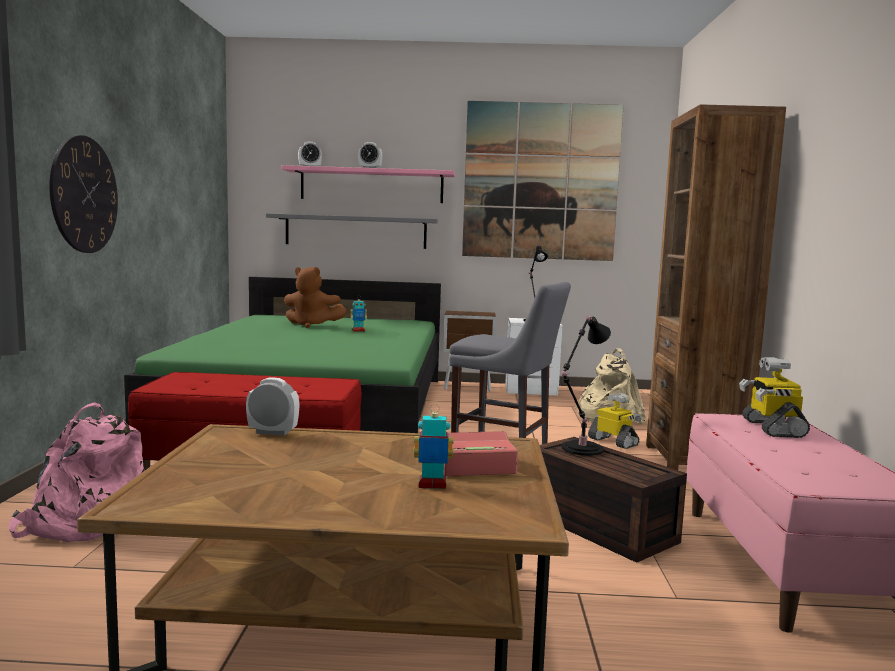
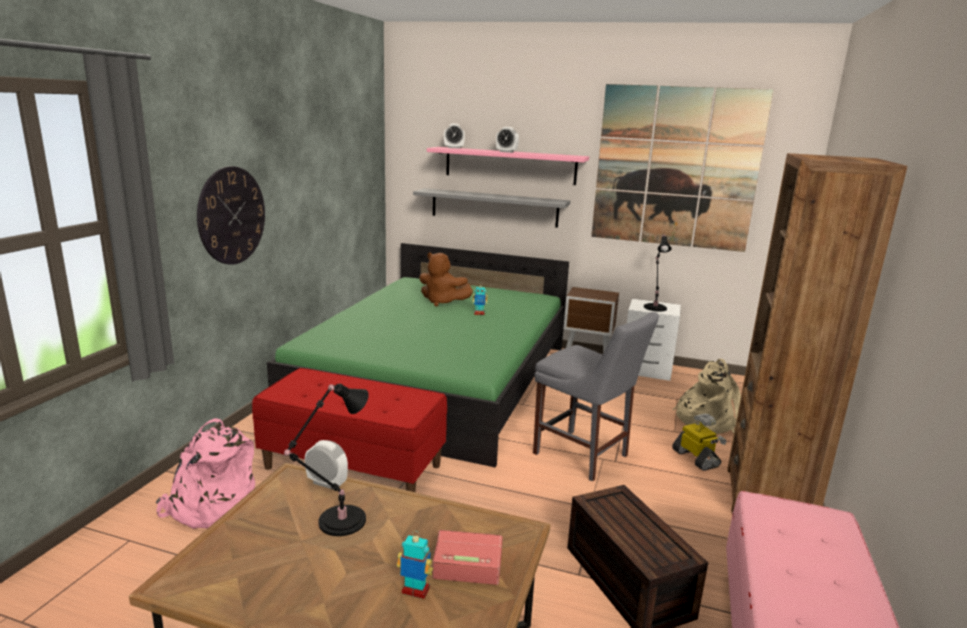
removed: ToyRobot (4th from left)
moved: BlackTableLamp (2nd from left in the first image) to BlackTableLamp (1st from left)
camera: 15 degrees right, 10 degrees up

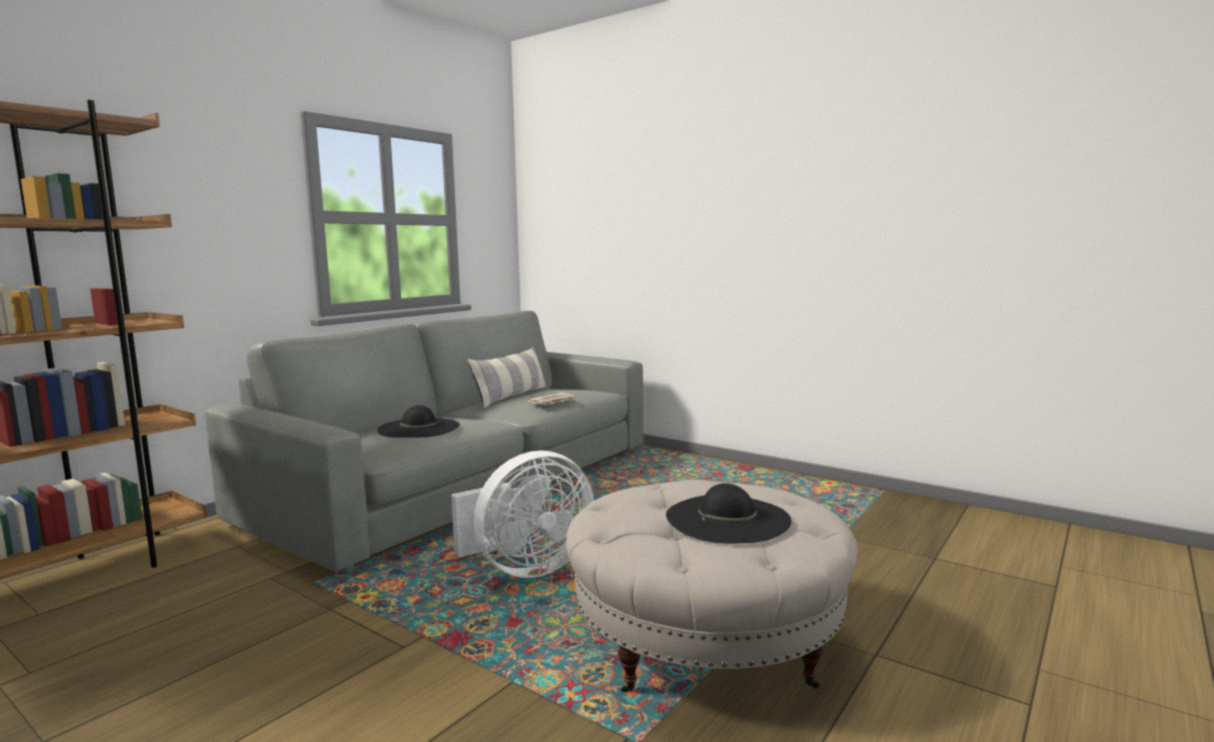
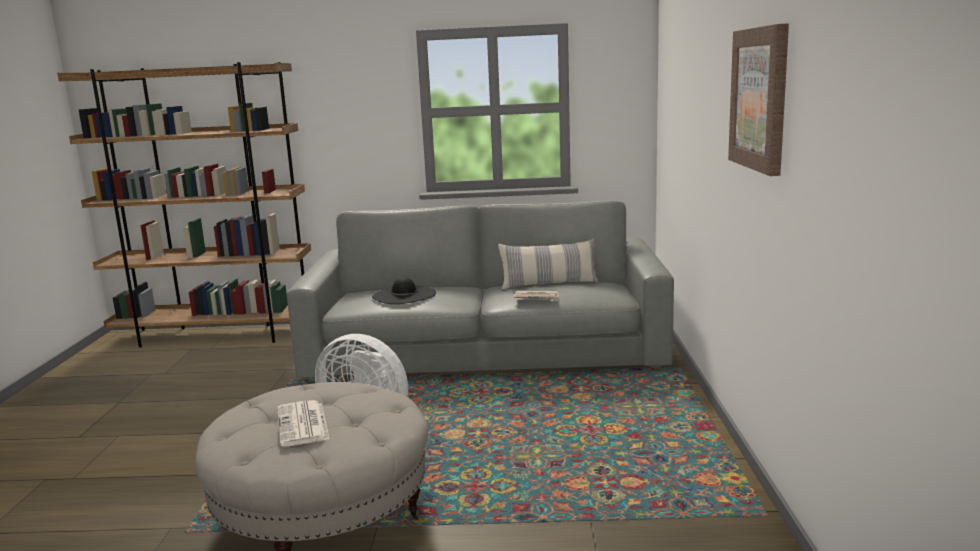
added: Picture
replaced: BlackHat (2nd from left) to Newspaper (1st from left)
camera: 55 degrees right, 5 degrees up

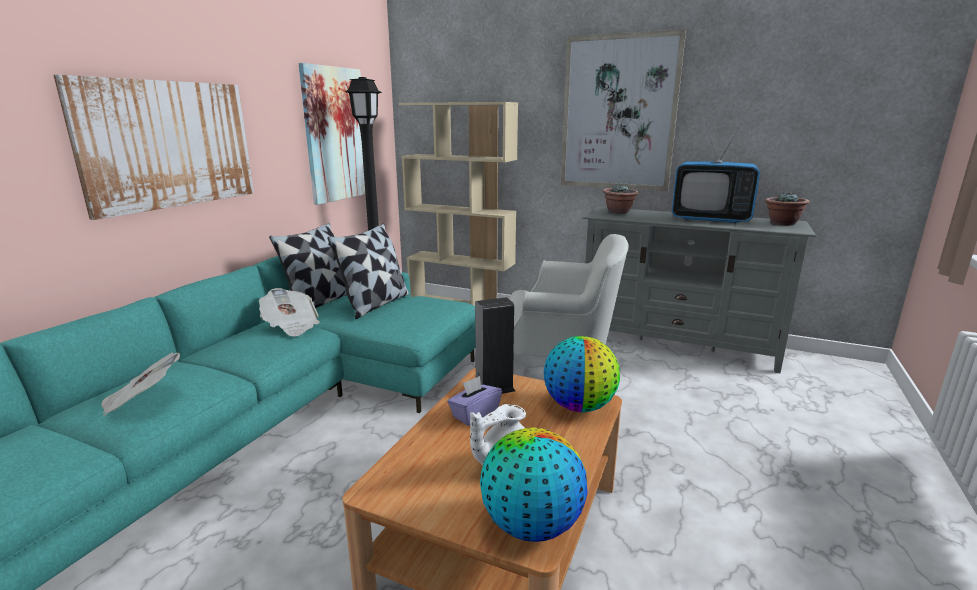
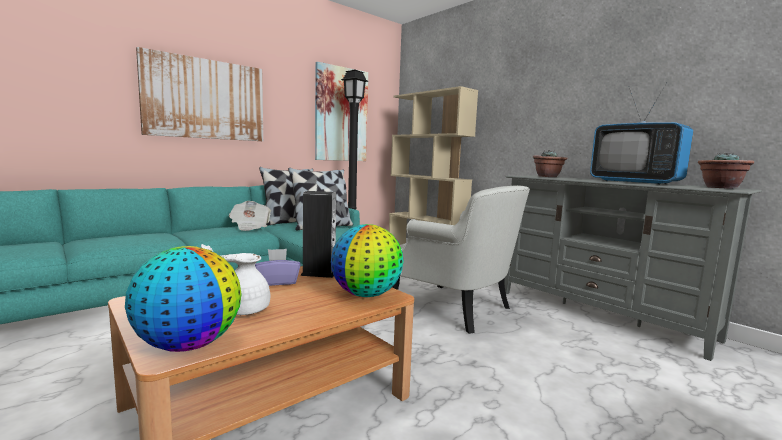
removed: Picture (3rd from left); Newspaper (1st from left)
camera: 25 degrees right, 10 degrees down

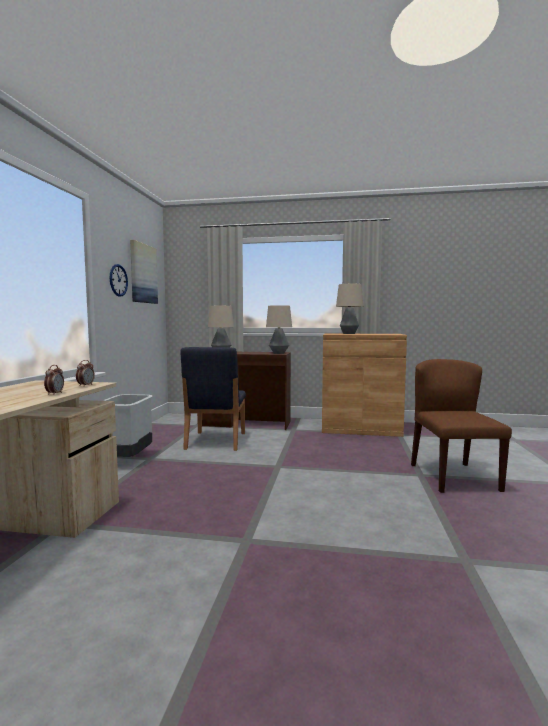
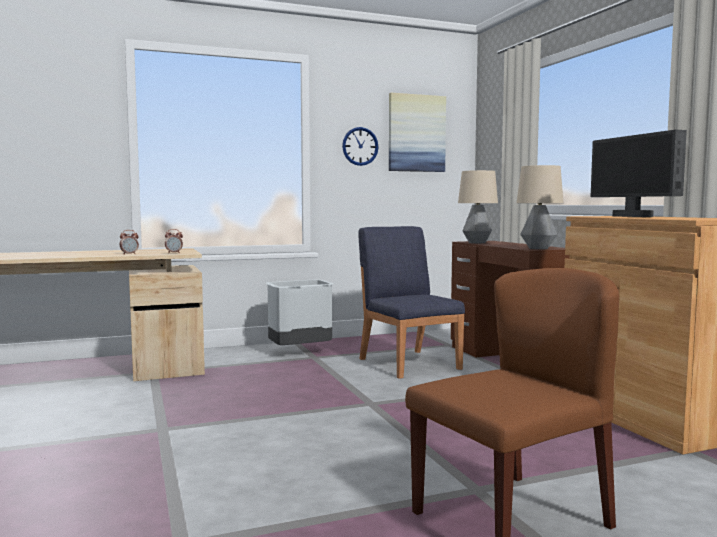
replaced: TableLamp (3rd from left) to Monitor
turned: BlueChair 90 degrees clockwise
camera: 60 degrees right, 0 degrees up

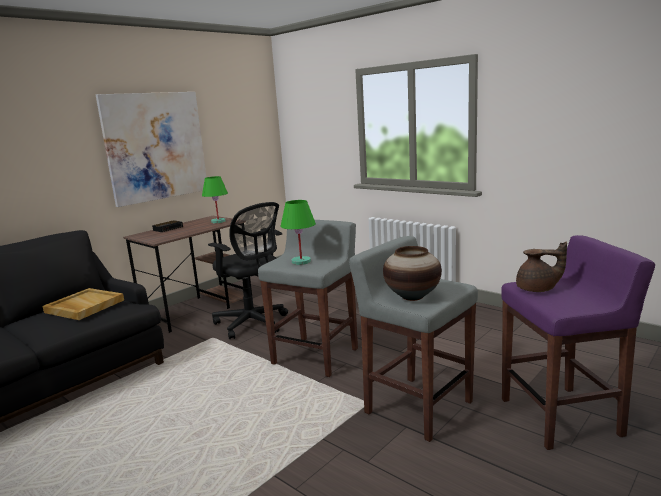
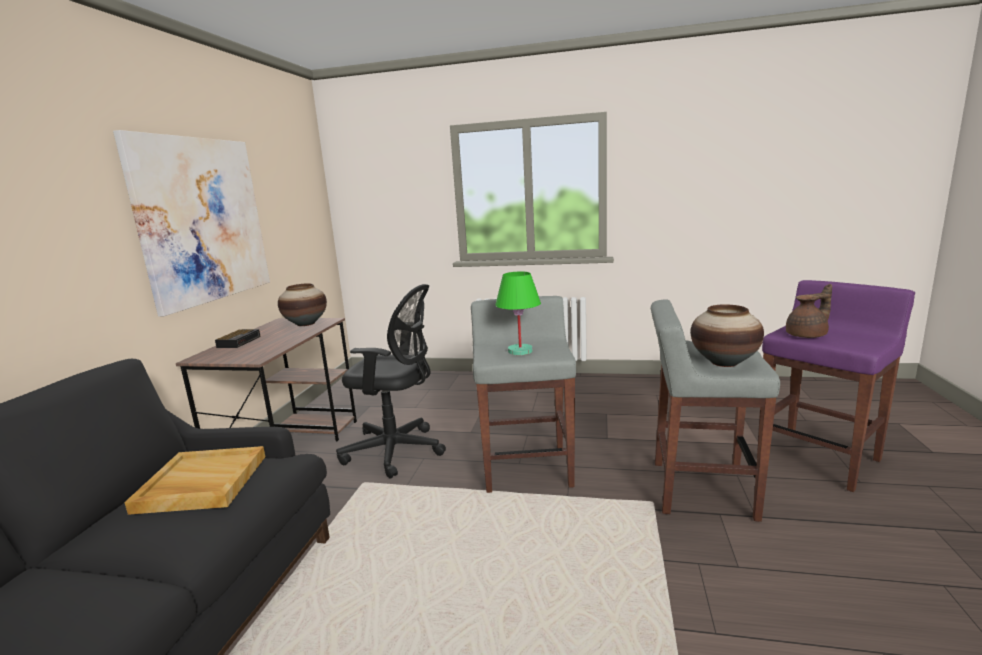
replaced: GreenTableLamp (1st from left) to Vase (1st from left)
camera: 30 degrees left, 0 degrees up

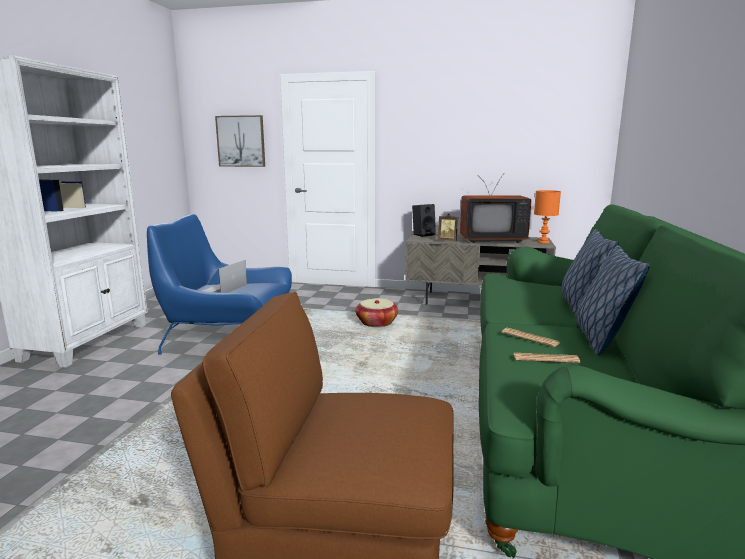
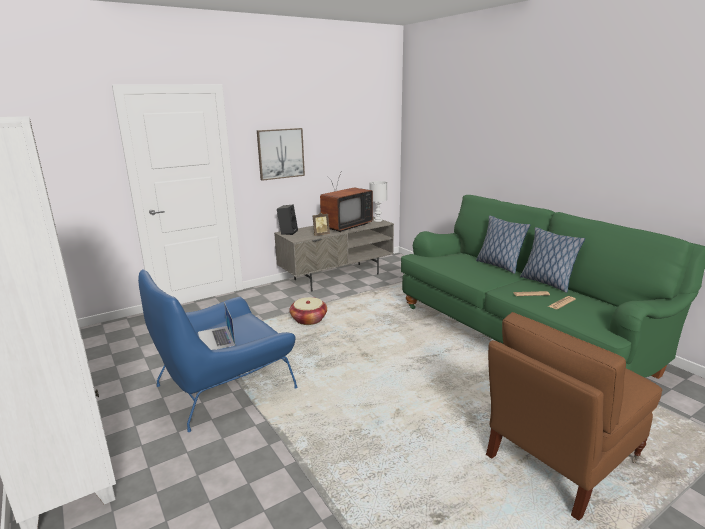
moved: Picture
recoloured: OrangeTableLamp to WhiteTableLamp
camera: 45 degrees left, 5 degrees up

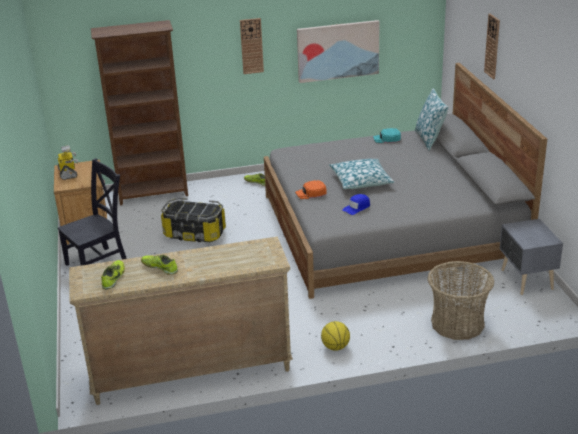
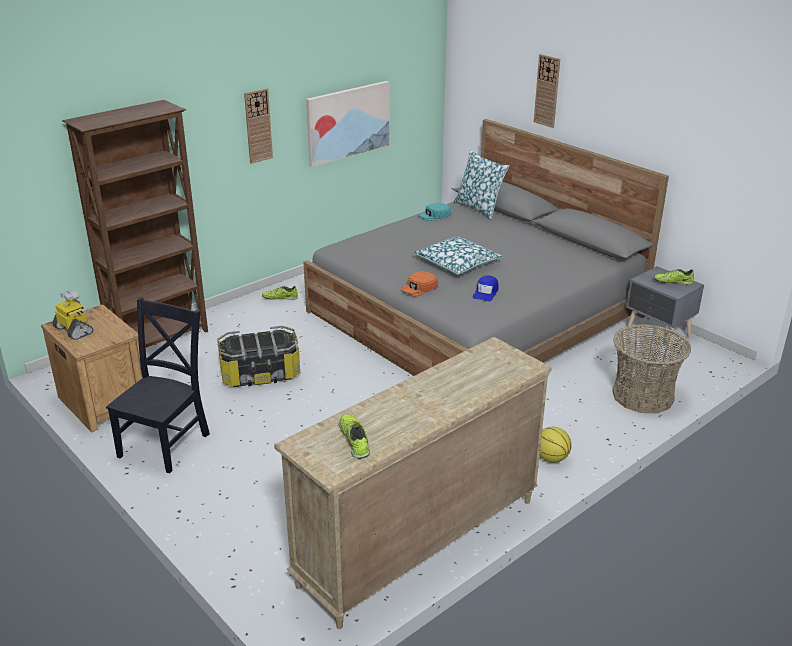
moved: Shoe (2nd from left in the first image) to Shoe (3rd from left)
camera: 30 degrees left, 0 degrees up

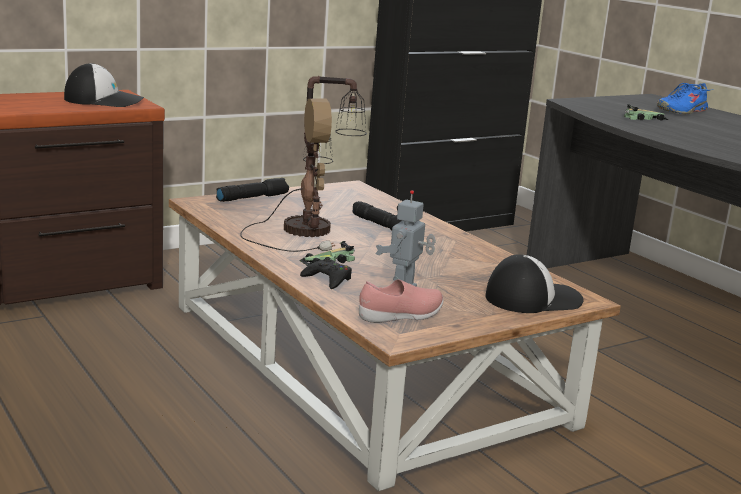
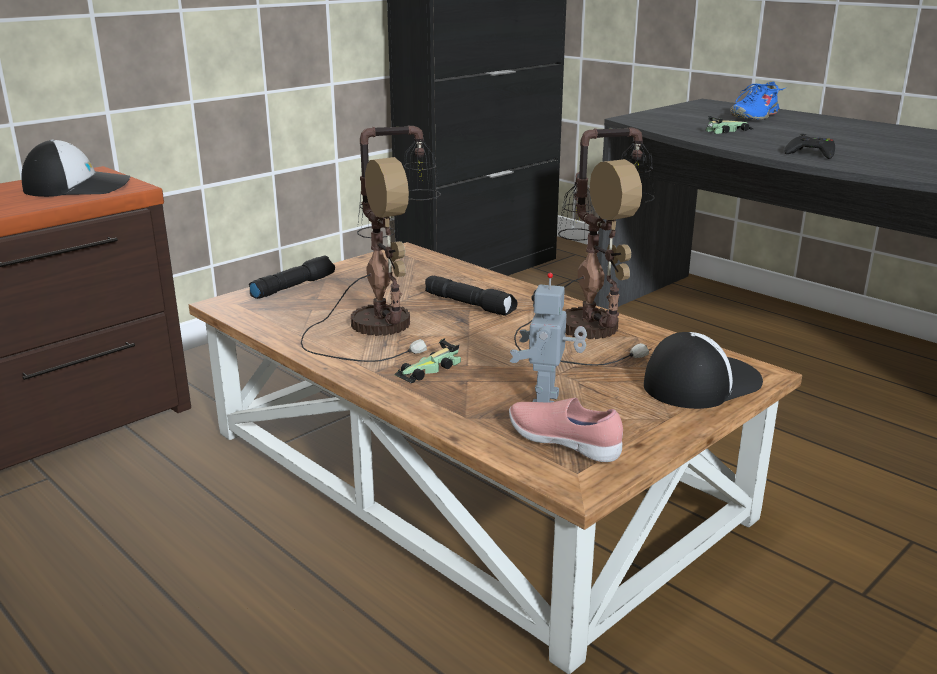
added: TableLamp (2nd from left)
moved: BlackGameController
turned: PinkShoe 105 degrees counterclockwise
camera: 10 degrees left, 5 degrees up

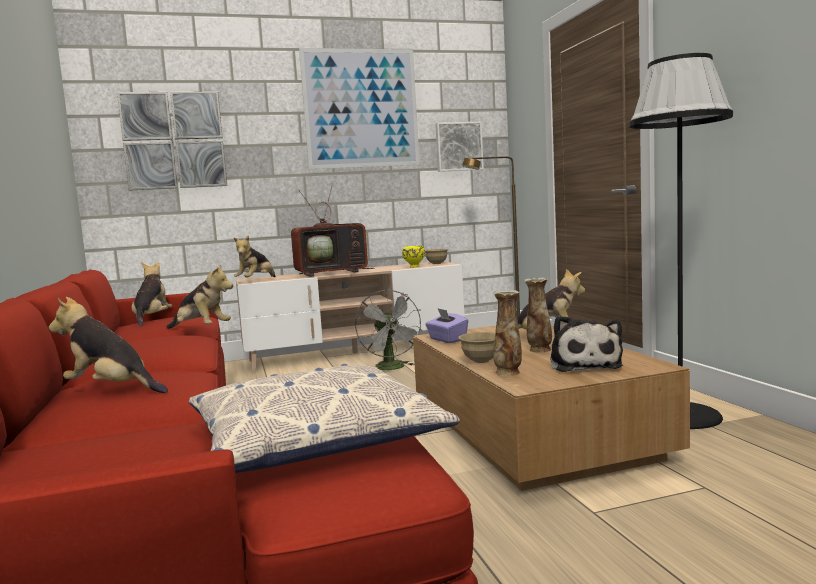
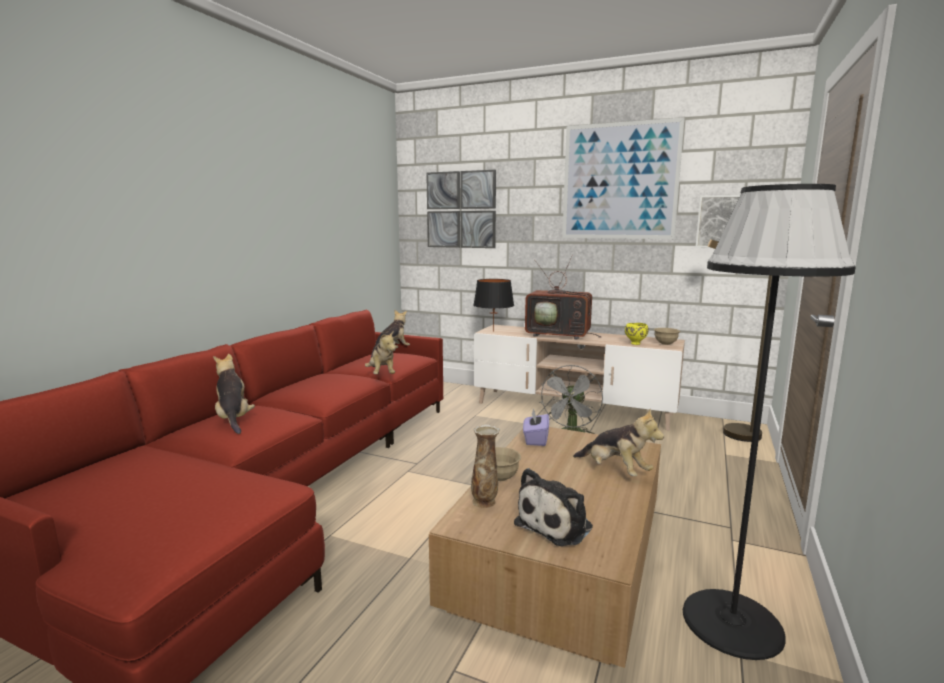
removed: Vase (2nd from left); Pillow
replaced: PlushToy (4th from left) to BlackTableLamp
camera: 40 degrees right, 5 degrees up

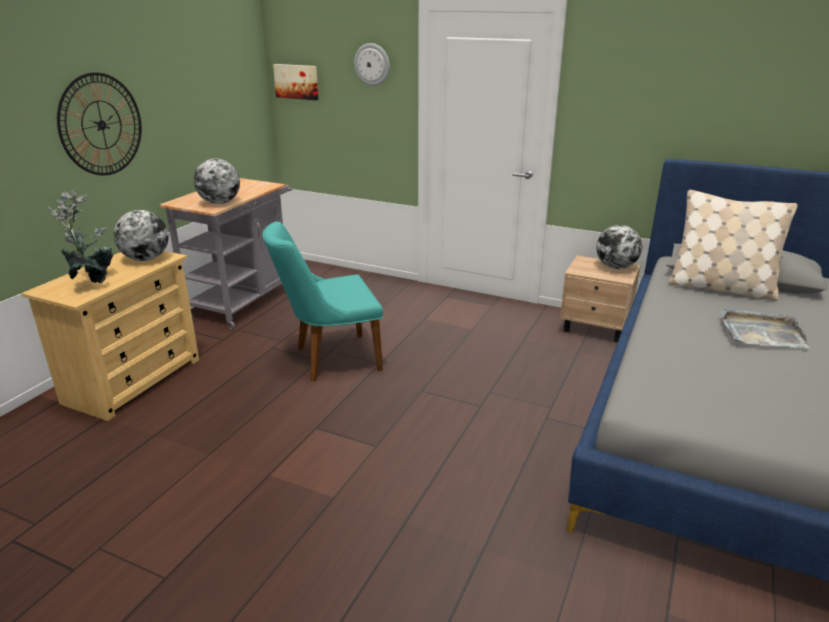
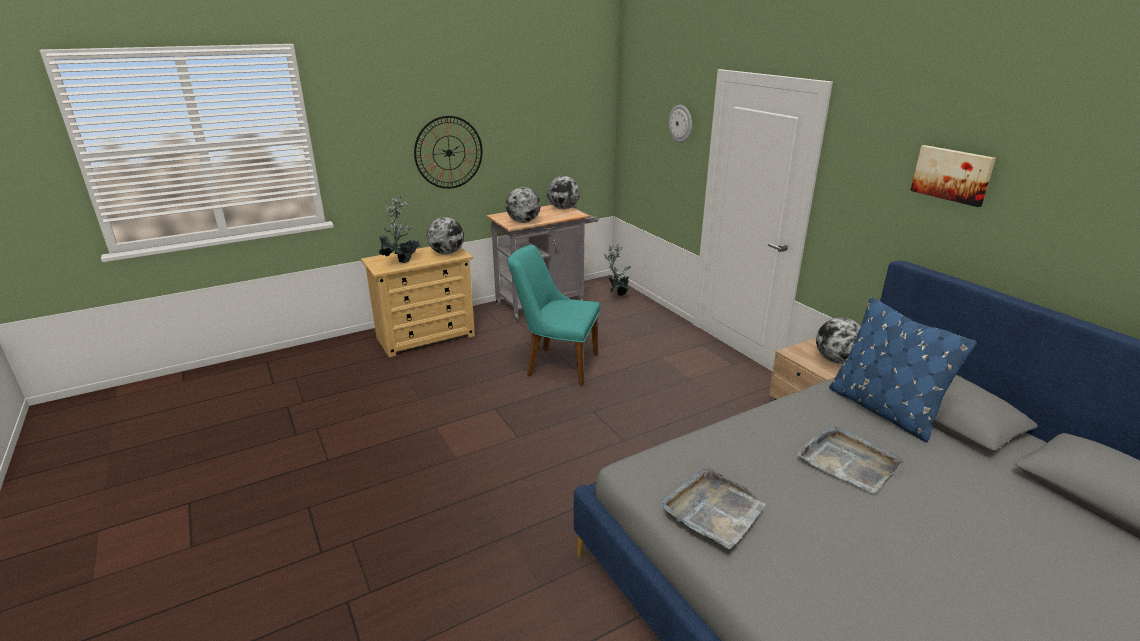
added: Globe (3rd from left); PottedPlant (2nd from left); GreyTray (1st from left)
moved: Picture
recoloured: BeigePillow to BluePillow
camera: 35 degrees right, 0 degrees up

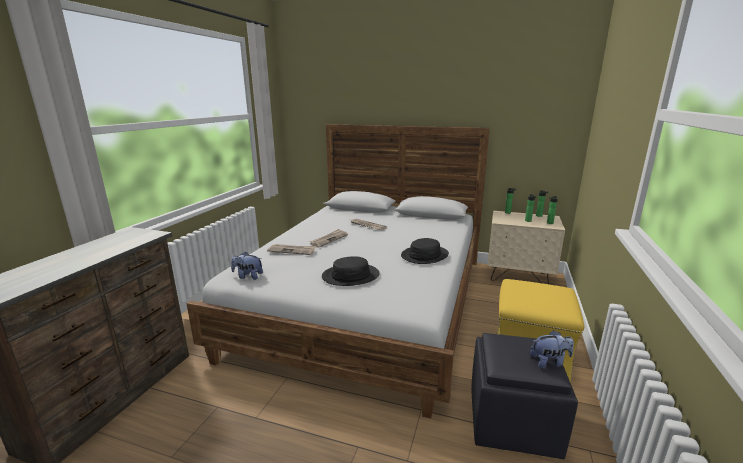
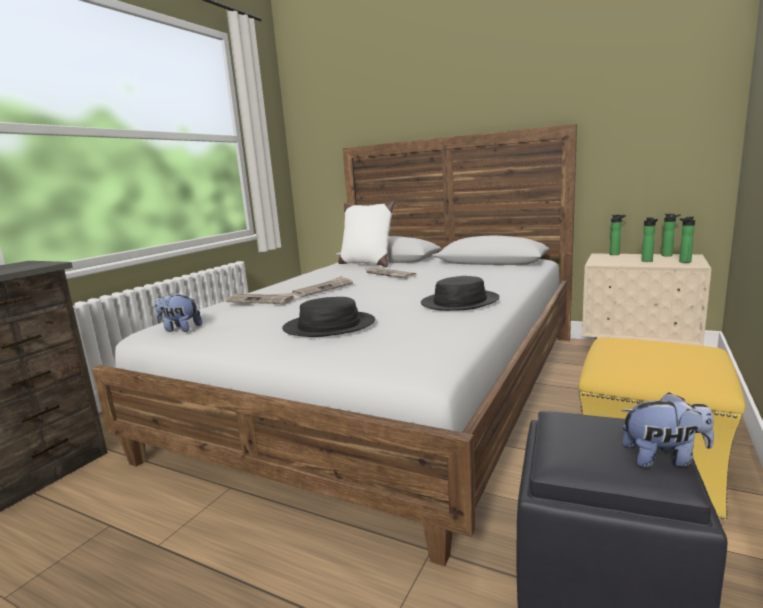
added: WhitePillow
camera: 10 degrees right, 5 degrees down

